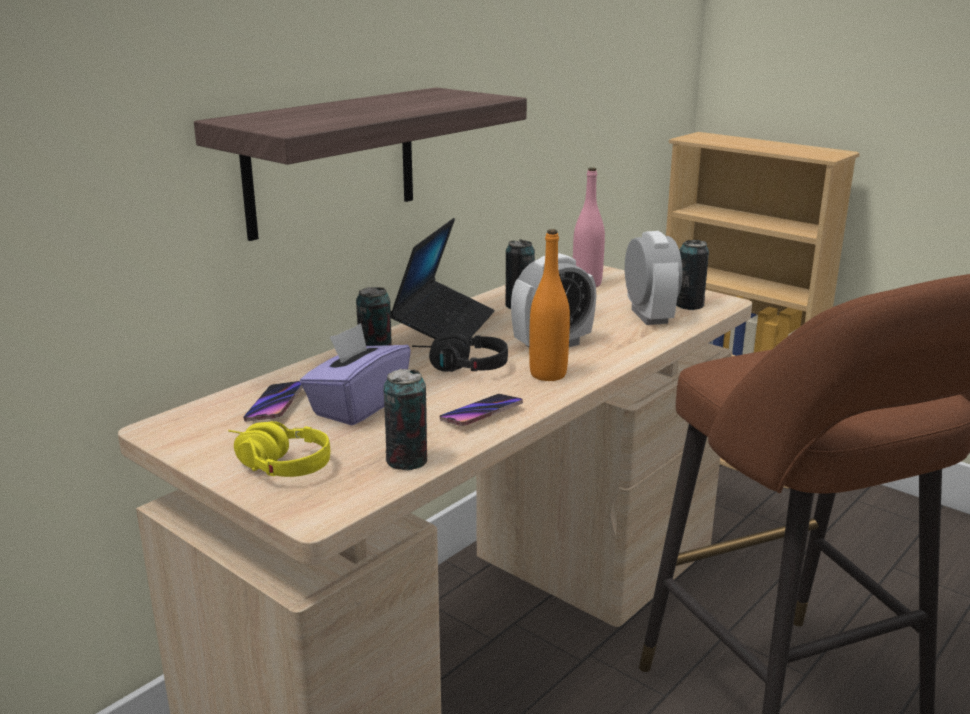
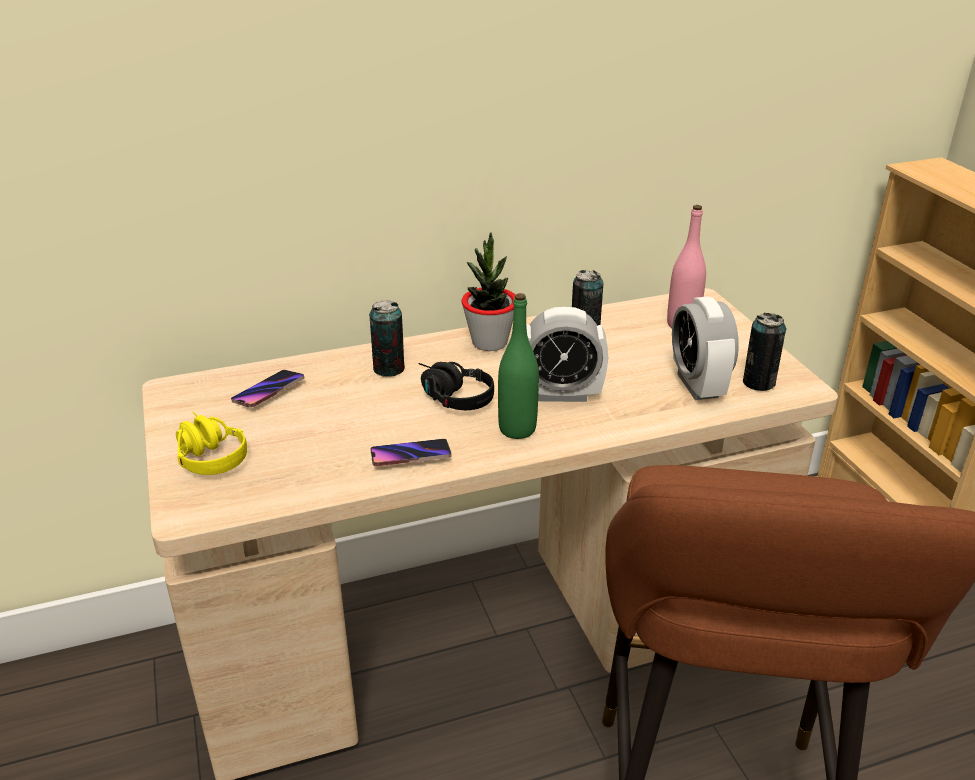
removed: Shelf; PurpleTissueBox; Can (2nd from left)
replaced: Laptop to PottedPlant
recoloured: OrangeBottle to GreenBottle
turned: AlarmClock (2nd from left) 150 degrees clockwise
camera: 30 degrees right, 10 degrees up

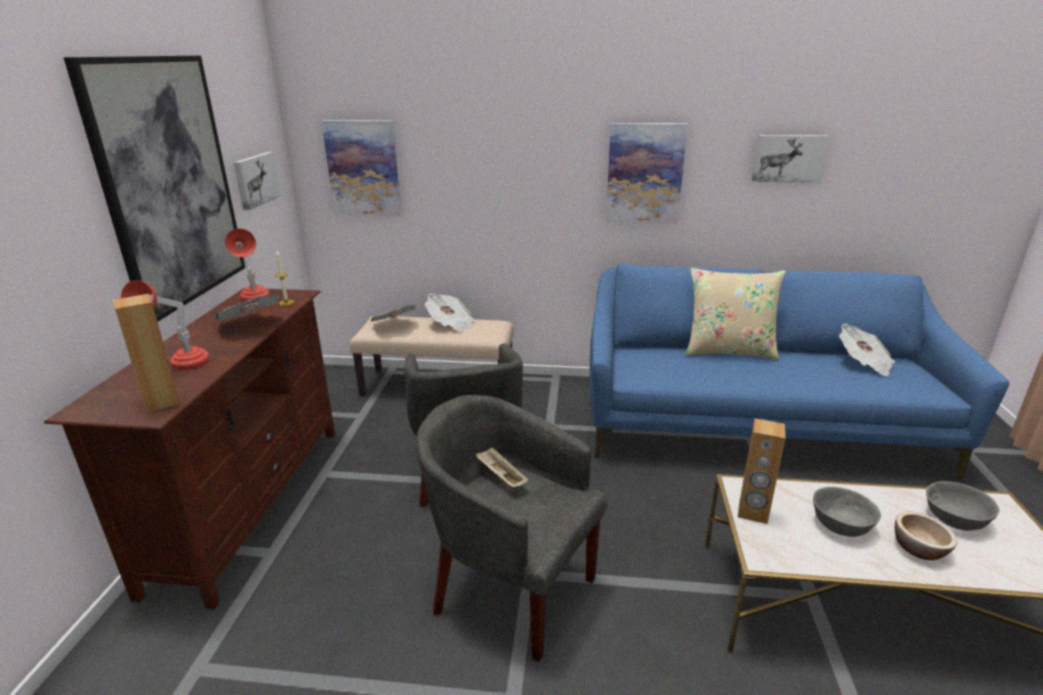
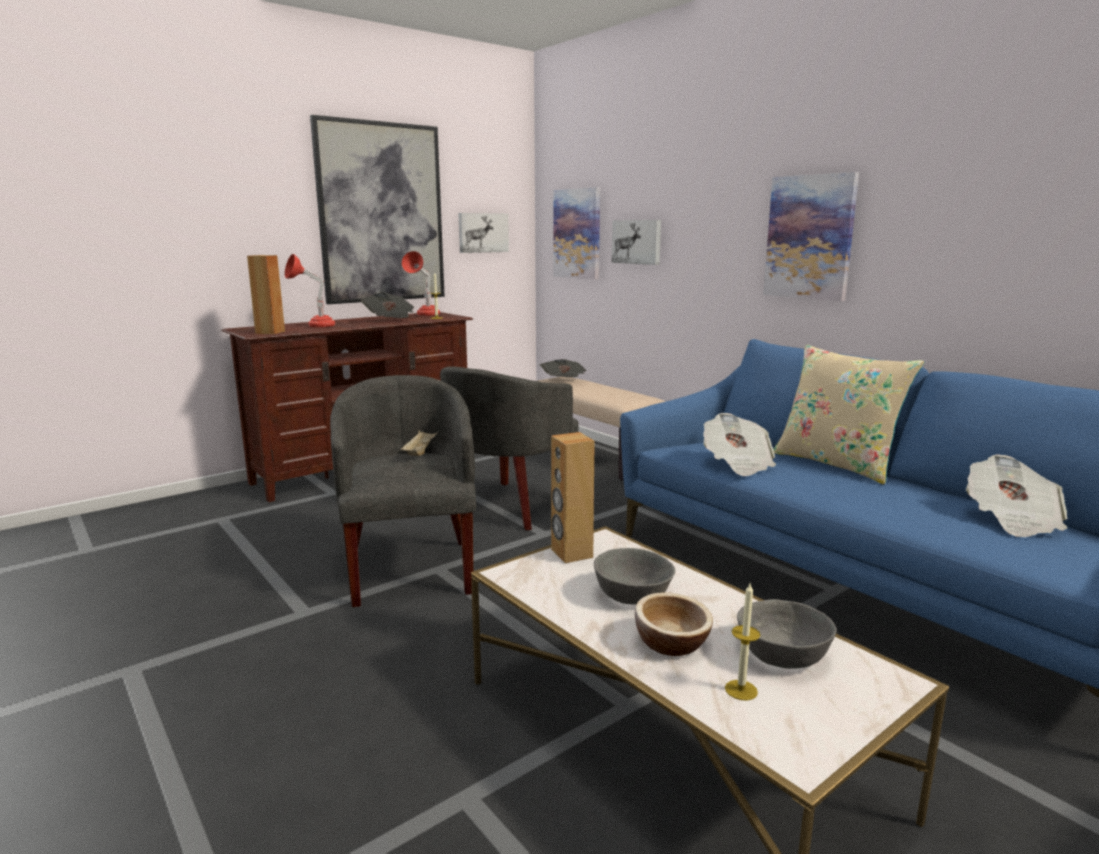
added: Candle (2nd from left)
moved: Picture (5th from left in the first image) to Picture (4th from left); Newspaper (3rd from left)
camera: 45 degrees right, 10 degrees down

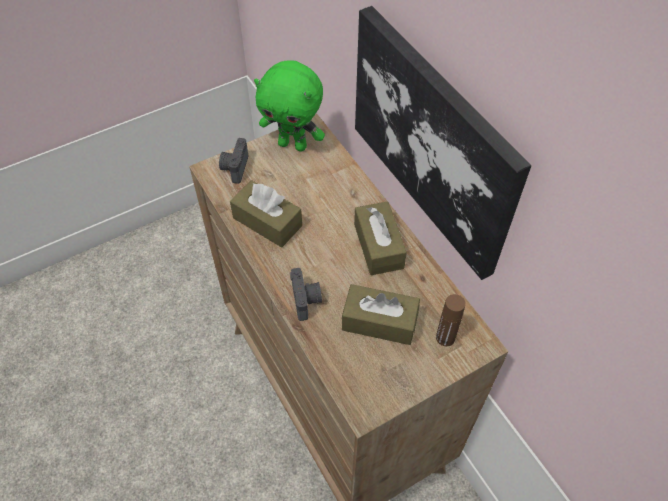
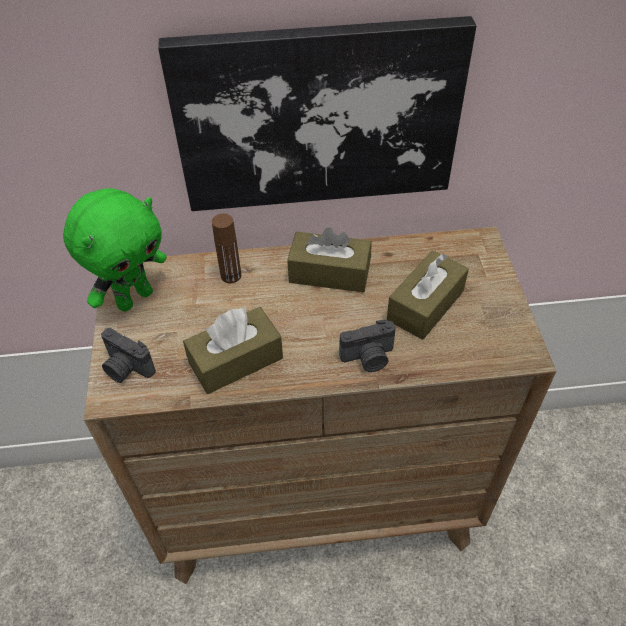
moved: BrownBottle
turned: PhotoCamera (2nd from left) 150 degrees clockwise
camera: 65 degrees left, 5 degrees down

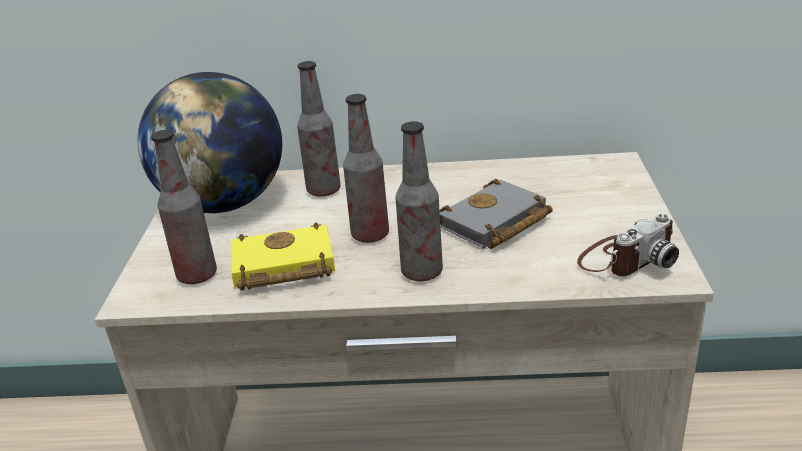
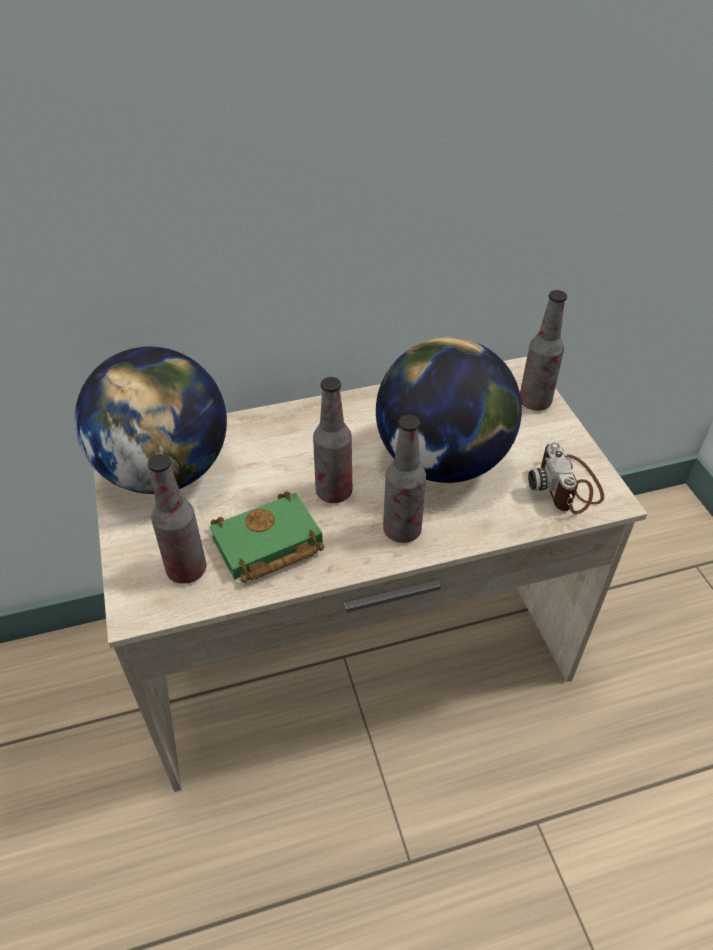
moved: Bottle (2nd from left in the first image) to Bottle (4th from left)
replaced: GreyBook to Globe (2nd from left)
recoloured: YellowBook to GreenBook
turned: PhotoCamera 135 degrees clockwise
camera: 20 degrees left, 15 degrees up

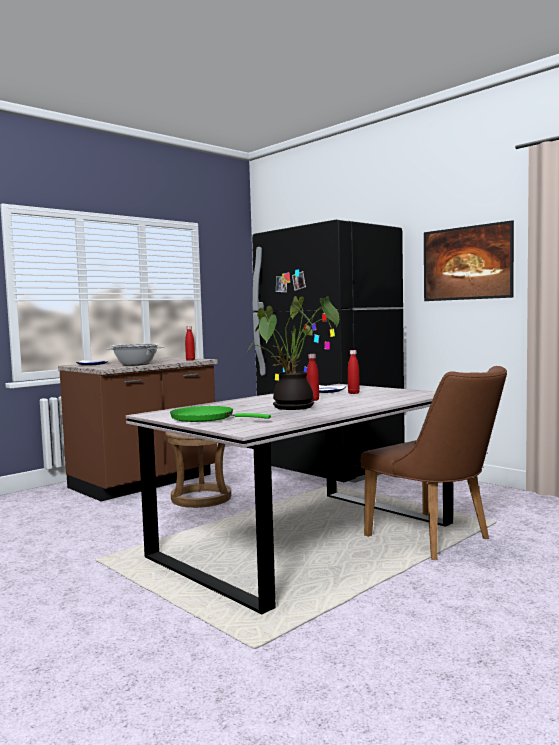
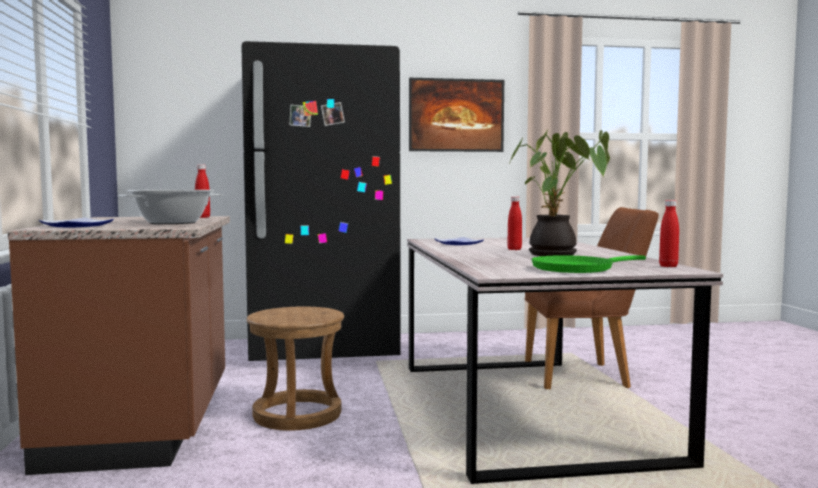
moved: RedBottle (3rd from left)
camera: 55 degrees left, 0 degrees up

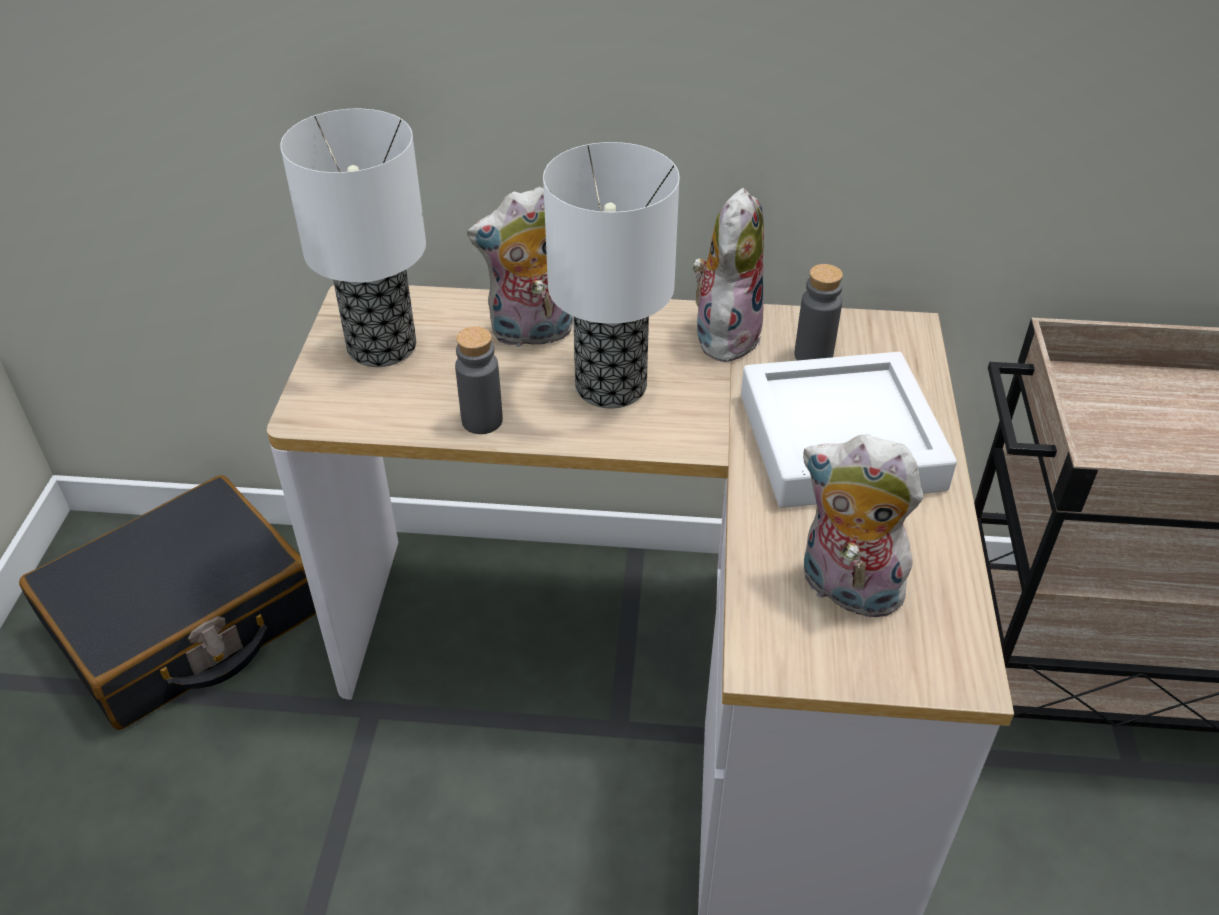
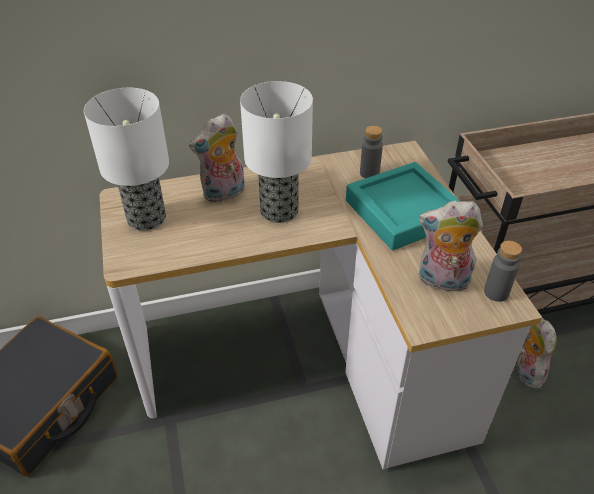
moved: PlushToy (2nd from left in the first image) to PlushToy (3rd from left); GreyBottle (1st from left in the first image) to GreyBottle (2nd from left)
recoloured: WhiteTray to TurquoiseTray
camera: 20 degrees left, 0 degrees up

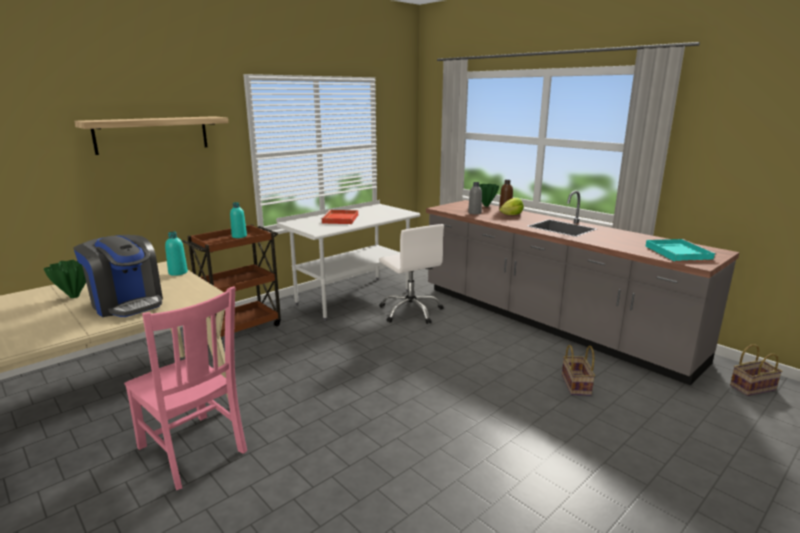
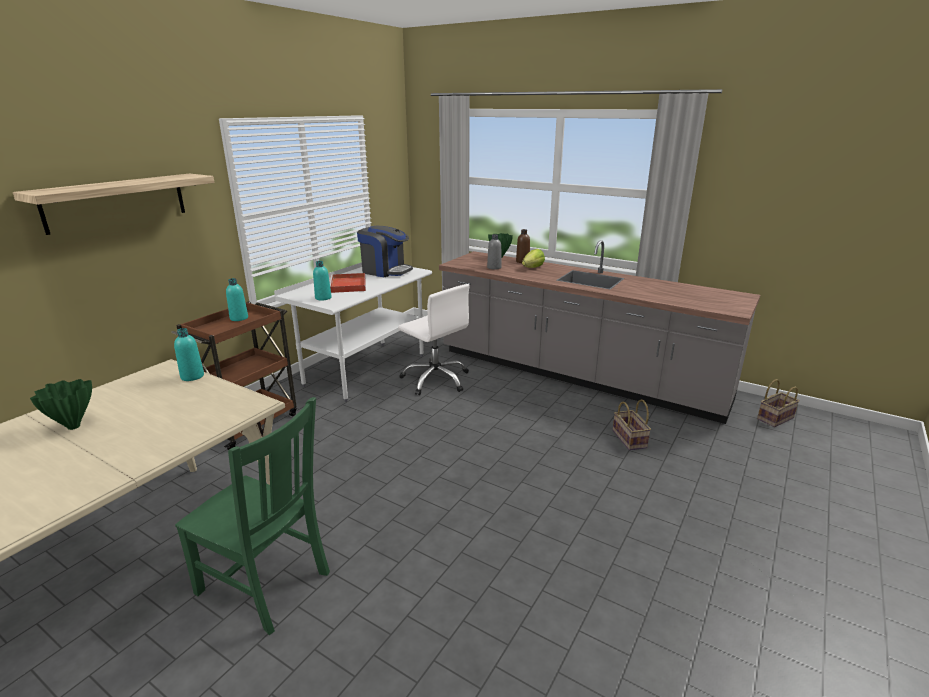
removed: TurquoiseTray
added: TurquoiseBottle (3rd from left)
moved: CoffeeMachine
recoloured: PinkChair to GreenChair
camera: 15 degrees left, 5 degrees up

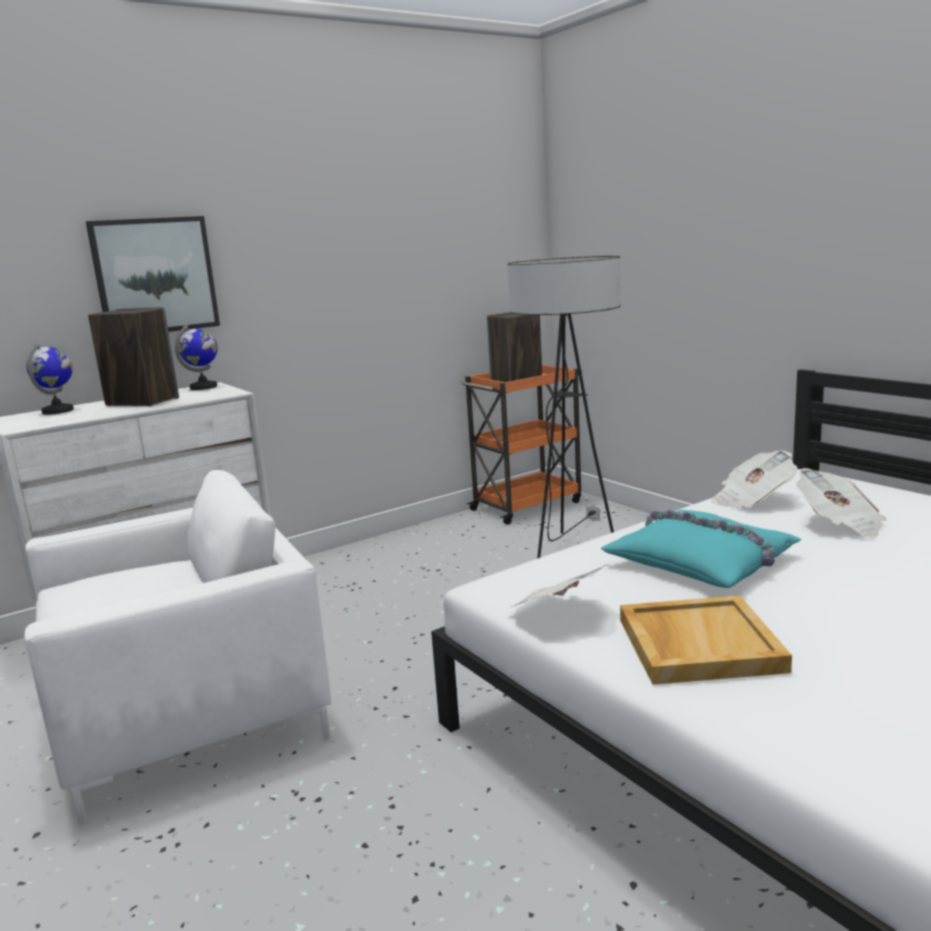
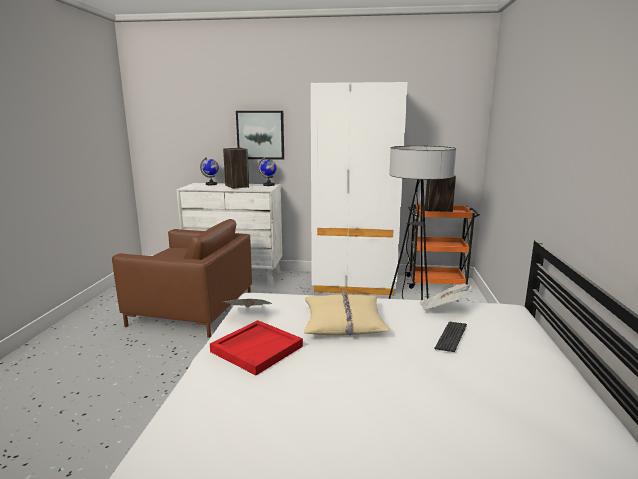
added: WhiteWardrobe
replaced: Newspaper (3rd from left) to Keyboard
recoloured: WhiteArmchair to BrownArmchair; TurquoisePillow to BeigePillow; BeigeTray to RedTray
camera: 40 degrees right, 0 degrees up

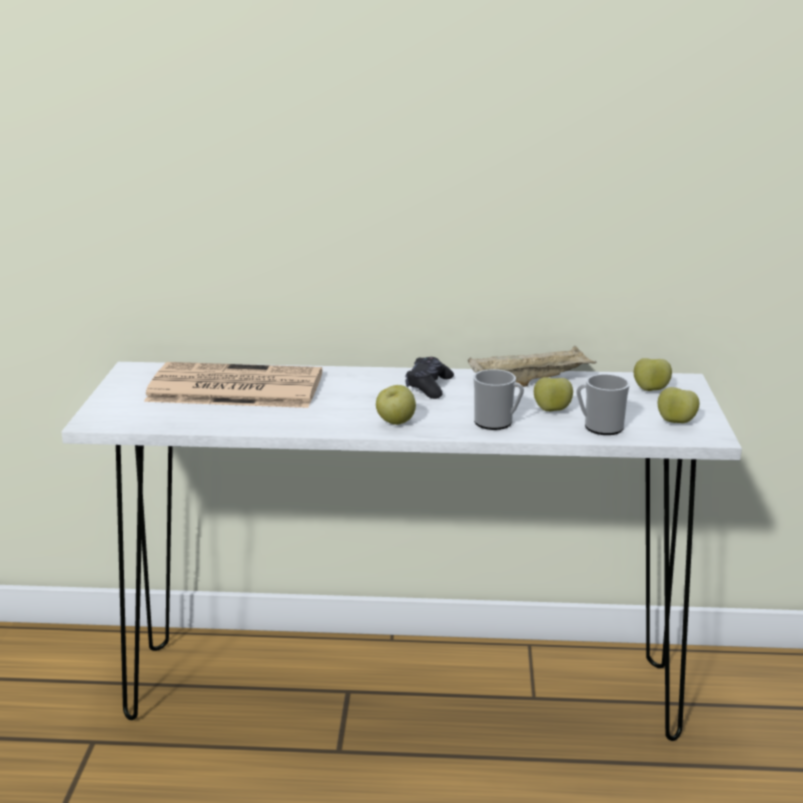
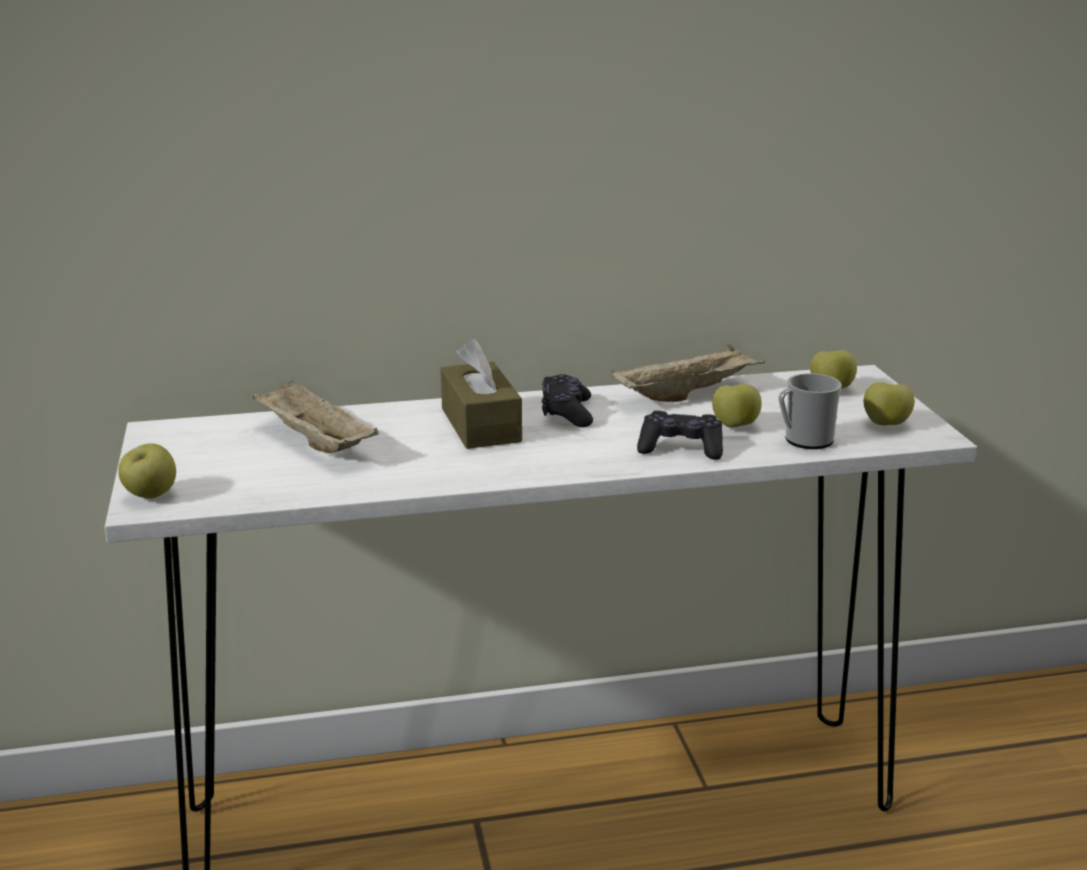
added: BrownTissueBox
moved: Apple (1st from left)
replaced: Newspaper to BeigeTray (1st from left); Mug (1st from left) to BlackGameController (2nd from left)
camera: 15 degrees left, 0 degrees up

